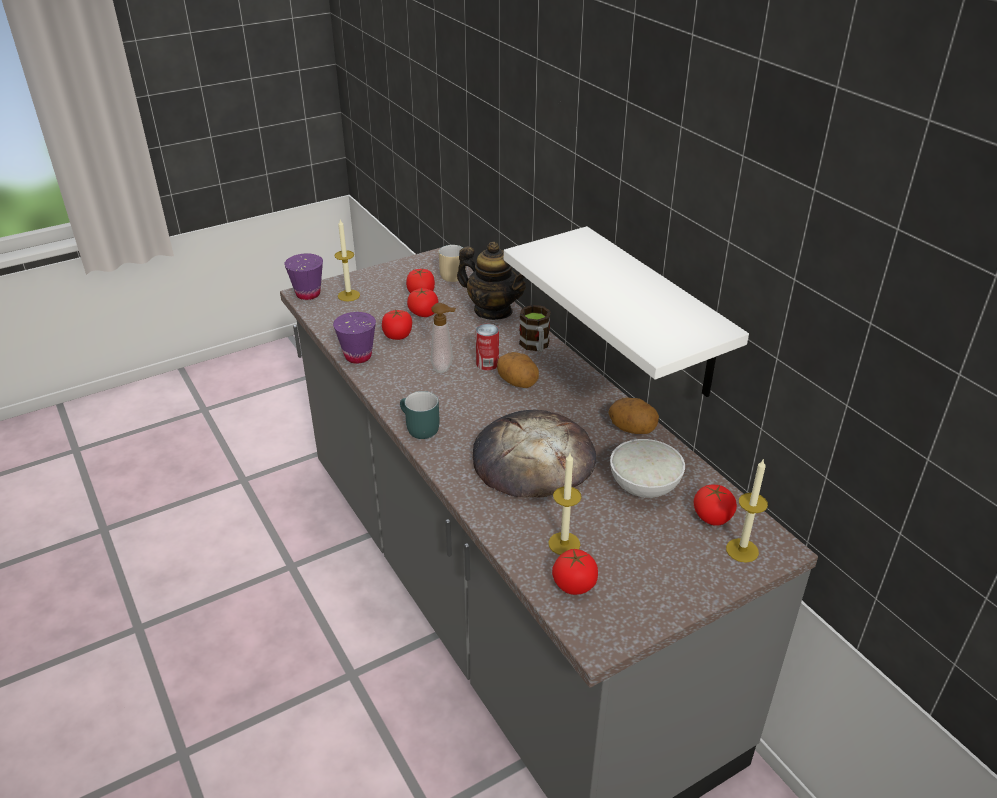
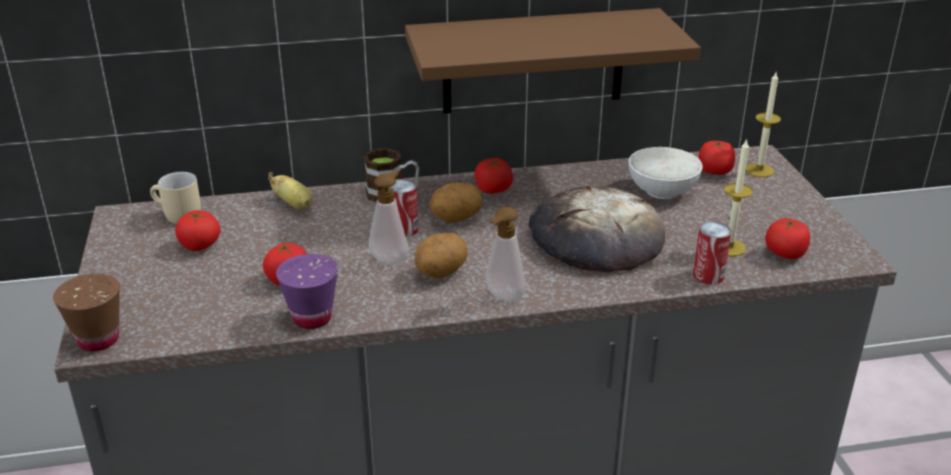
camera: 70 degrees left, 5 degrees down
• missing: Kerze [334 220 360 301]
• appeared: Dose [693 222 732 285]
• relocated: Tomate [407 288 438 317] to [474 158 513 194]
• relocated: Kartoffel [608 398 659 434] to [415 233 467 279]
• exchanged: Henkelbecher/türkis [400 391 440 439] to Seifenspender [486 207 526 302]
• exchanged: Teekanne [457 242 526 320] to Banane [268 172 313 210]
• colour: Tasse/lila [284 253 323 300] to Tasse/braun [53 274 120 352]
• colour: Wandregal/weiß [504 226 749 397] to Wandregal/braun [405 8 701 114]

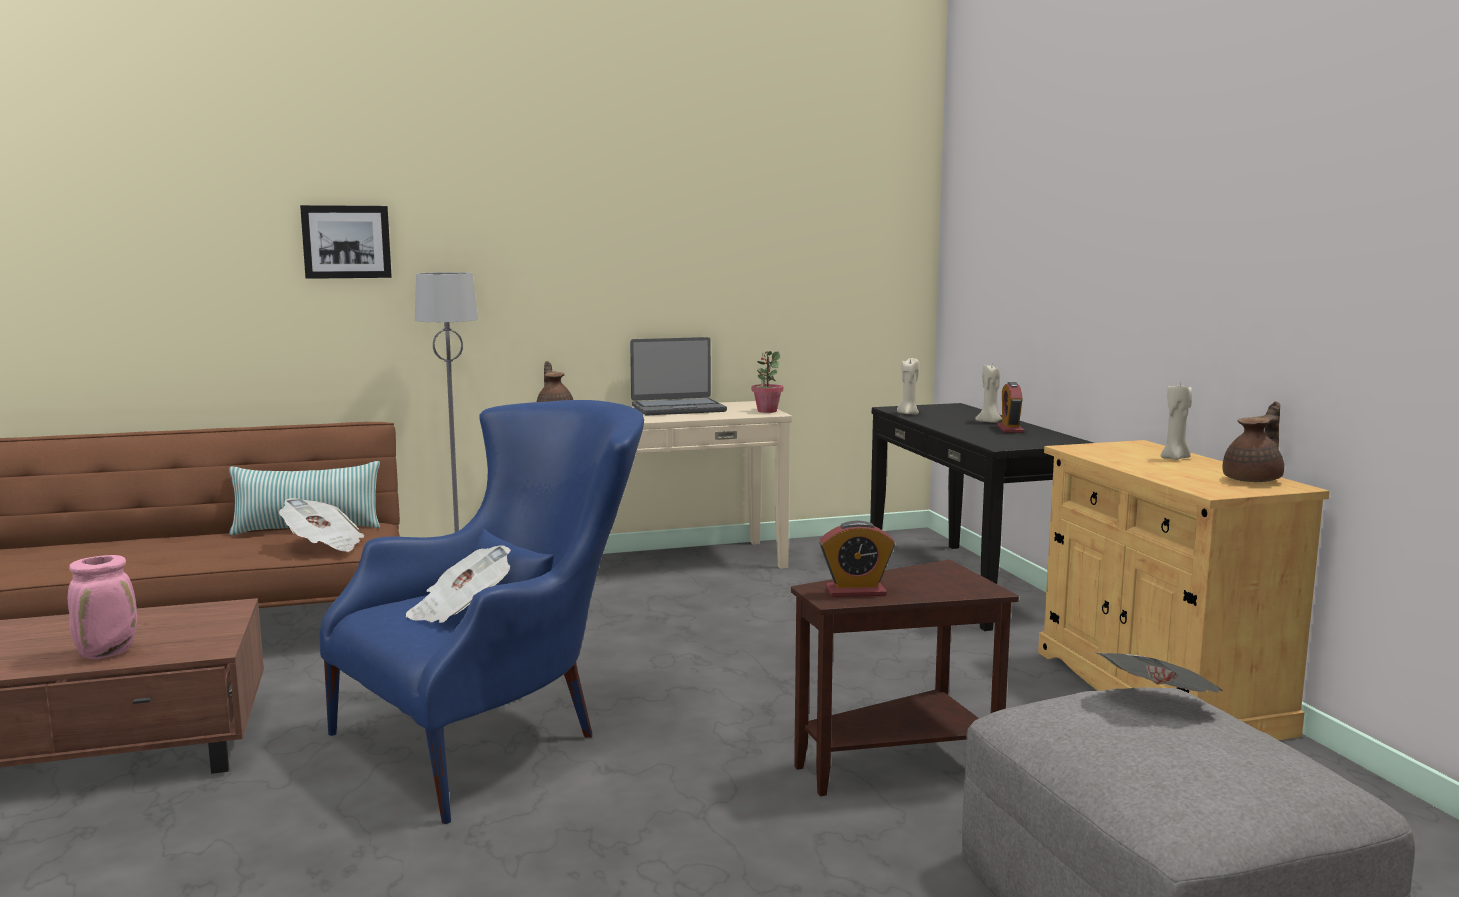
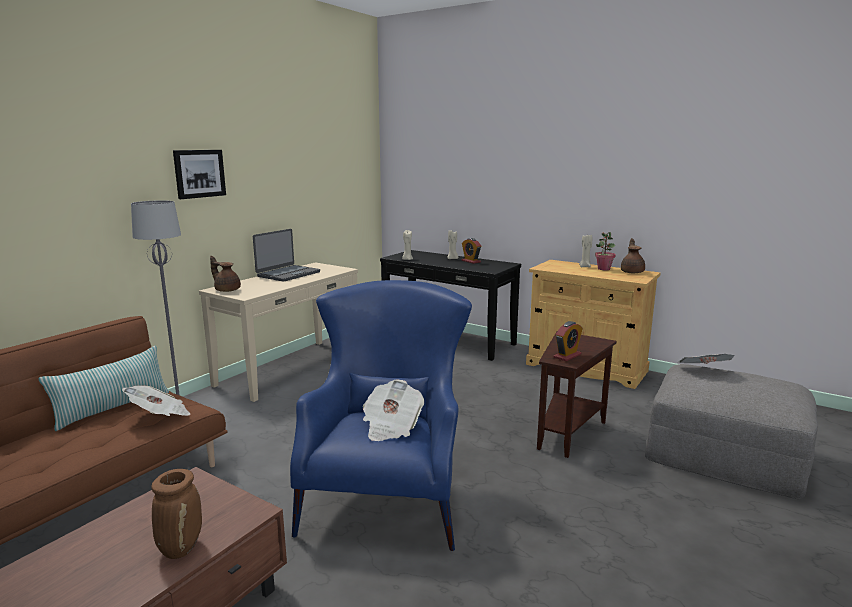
camera: 40 degrees left, 5 degrees up
• relocated: Bild [300 205 392 279] to [173 150 226 199]
• relocated: Topfpflanze [752 351 783 413] to [595 232 616 270]
• colour: Vase/rosa [68 555 138 659] to Vase/braun [151 469 202 559]

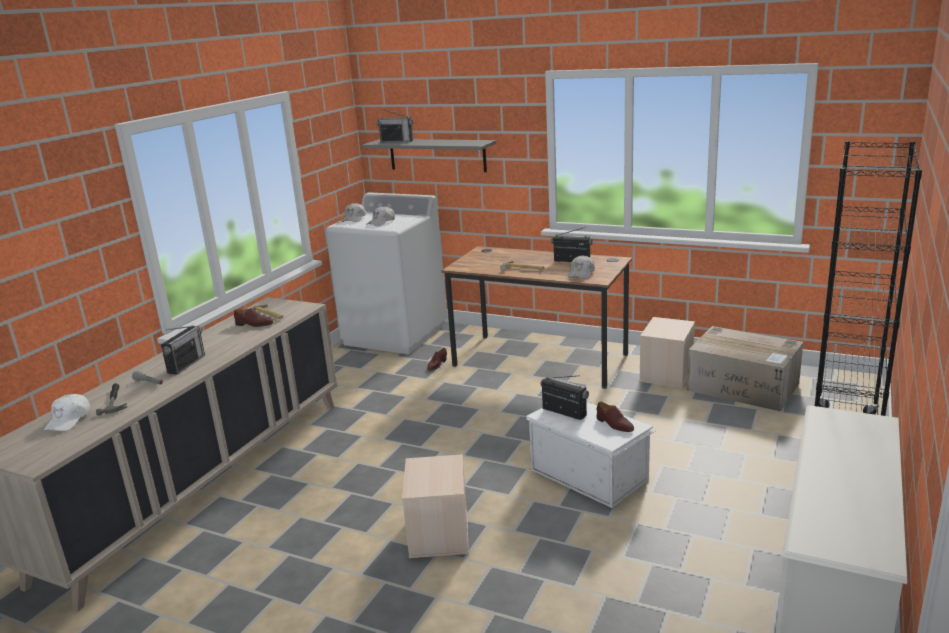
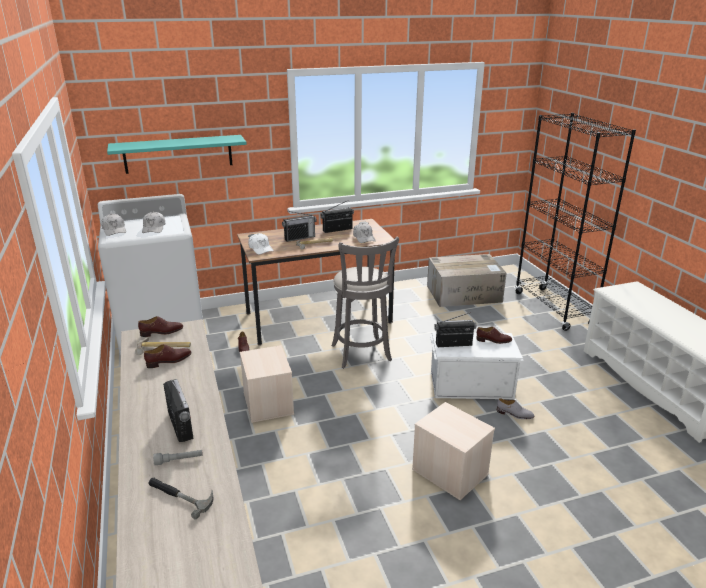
camera: 45 degrees left, 5 degrees up
• appeared: Schuh/braun [138 316 183 337]
• appeared: Hocker/grau [332 237 399 368]
• appeared: Schuh/grau [497 398 534 419]
• relocated: Kappe/weiß [44 394 90 431] to [249 233 274 255]
• relocated: Radio [377 109 413 142] to [282 211 317 242]
• relocated: Aufbewahrungsbox/beige [639 317 695 388] to [240 345 294 423]
• colour: Wandregal/grau [362 139 496 172] to Wandregal/türkis [107 135 247 174]

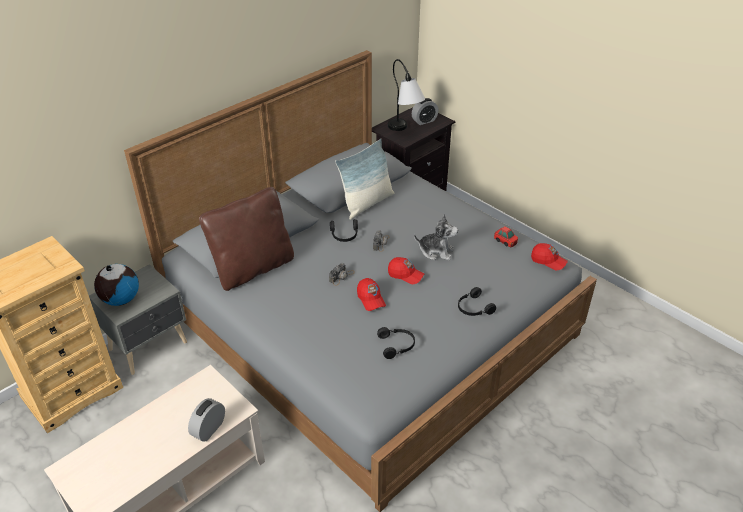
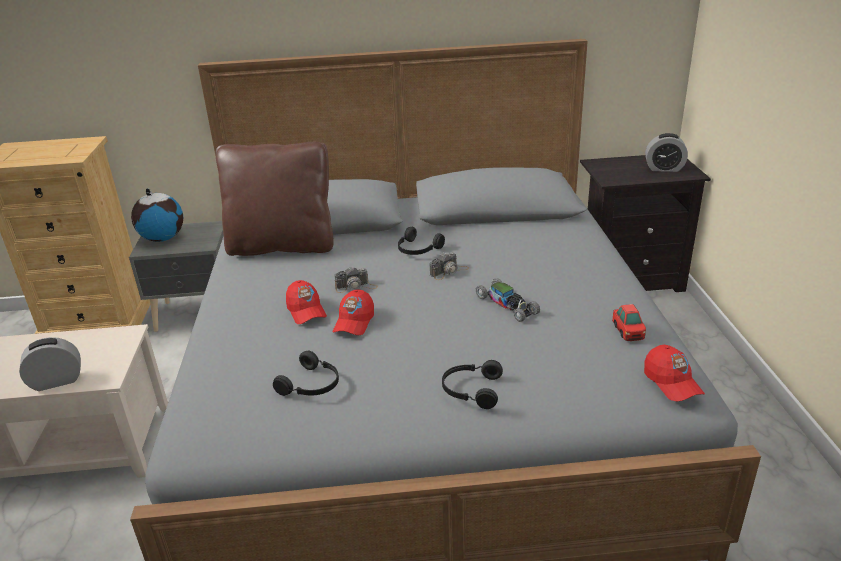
camera: 40 degrees right, 10 degrees down
• missing: Kissen [335 139 394 220]
• missing: Tischlampe [388 59 425 131]
• relocated: Kappe/rot [388 257 424 284] to [286 280 327 324]
• exchanged: Plüschtier [414 215 458 261] to Spielzeugauto [476 278 540 322]

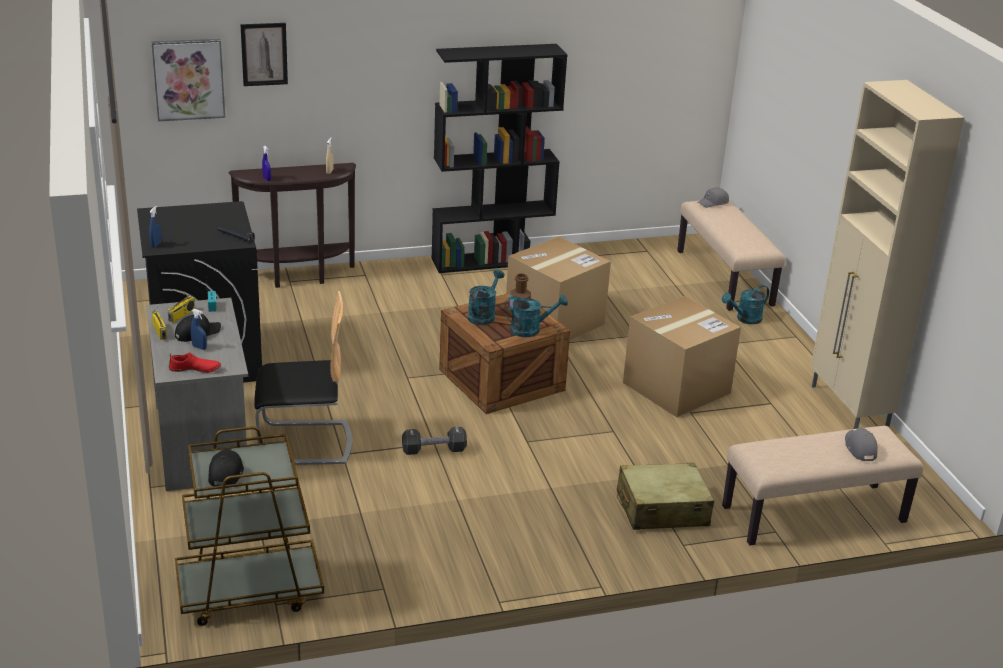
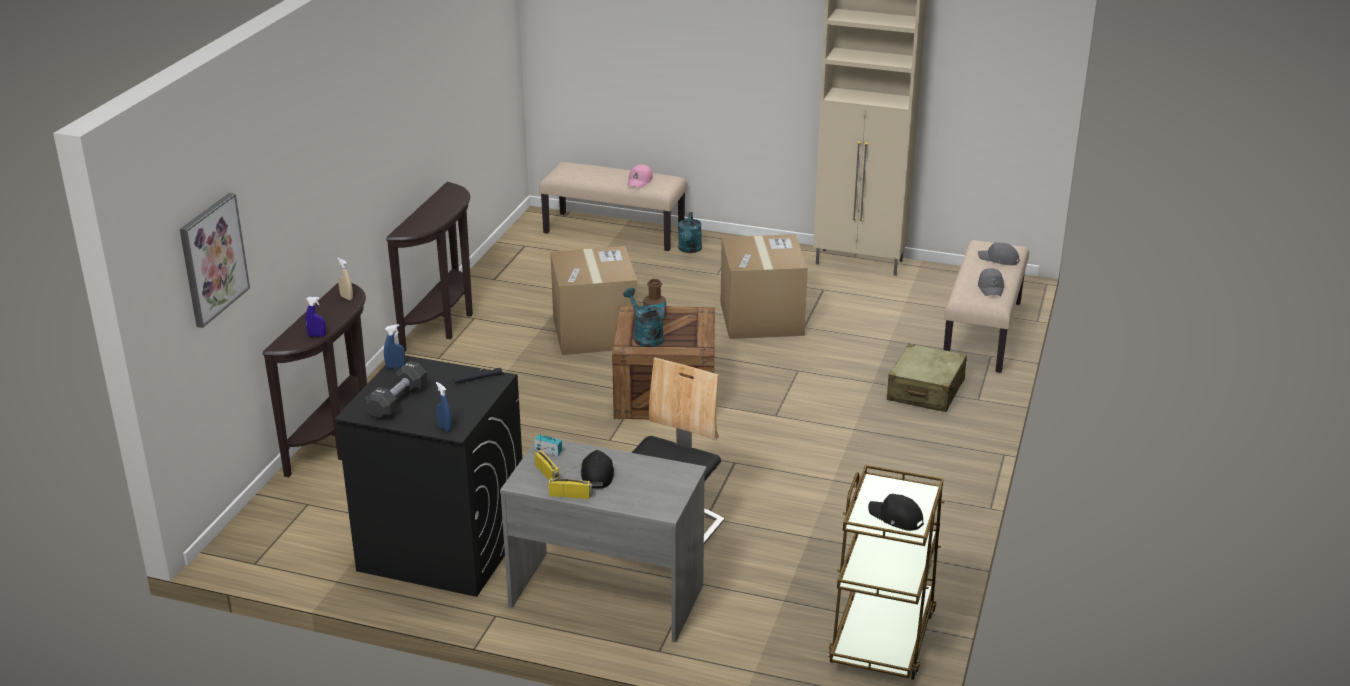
camera: 55 degrees left, 0 degrees up
• missing: Schuh/rot [169 353 221 373]
• missing: Bild [240 23 288 86]
• missing: Gießkanne/türkis [504 294 568 337]
• appeared: Kappe/rosa [628 165 653 188]
• relocated: Sprühflasche/blau [191 309 207 350] to [384 324 405 369]
• relocated: Hantel/schwarz [402 427 467 455] to [365 361 427 420]
• relocated: Kappe/grau [697 187 729 208] to [978 268 1004 296]
• exchanged: Bücherregal/schwarz [431 44 567 273] to Konsolentisch/braun [386 182 473 351]

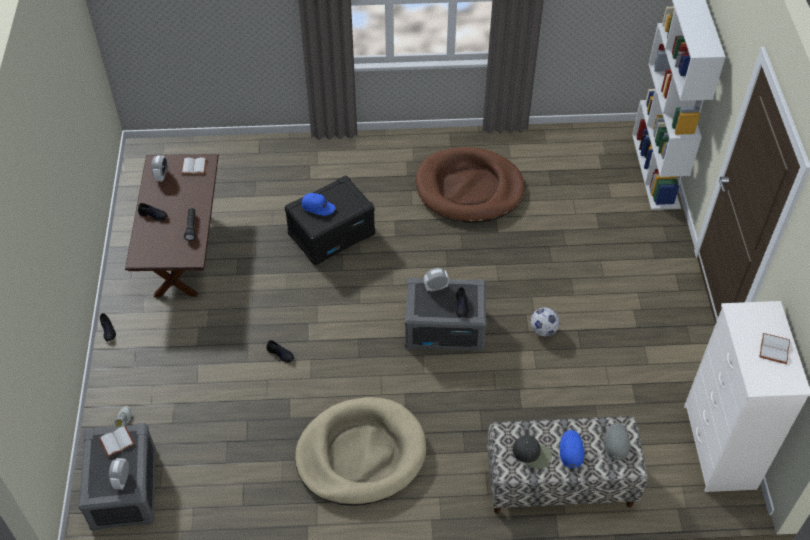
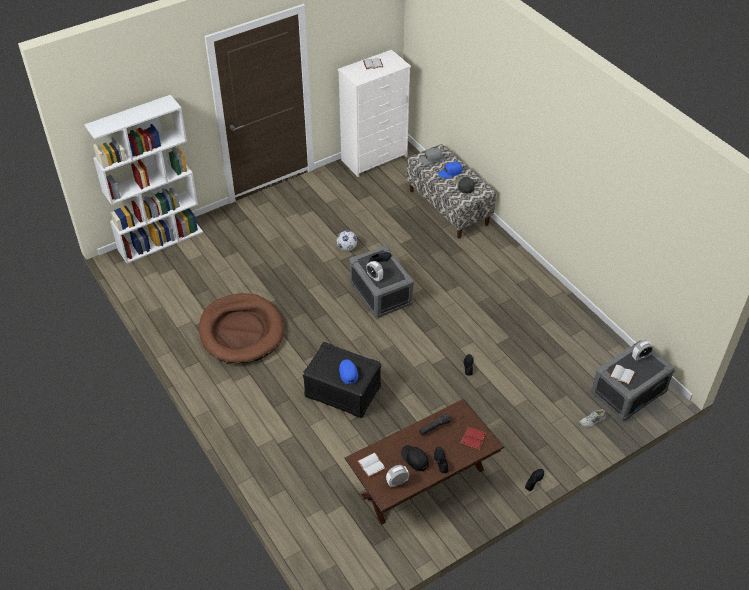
camera: 120 degrees left, 5 degrees down
• missing: Hundebett/beige [295 397 426 506]
• appeared: Kappe/schwarz [401 445 429 471]
• appeared: Buch/rot [460 426 486 450]

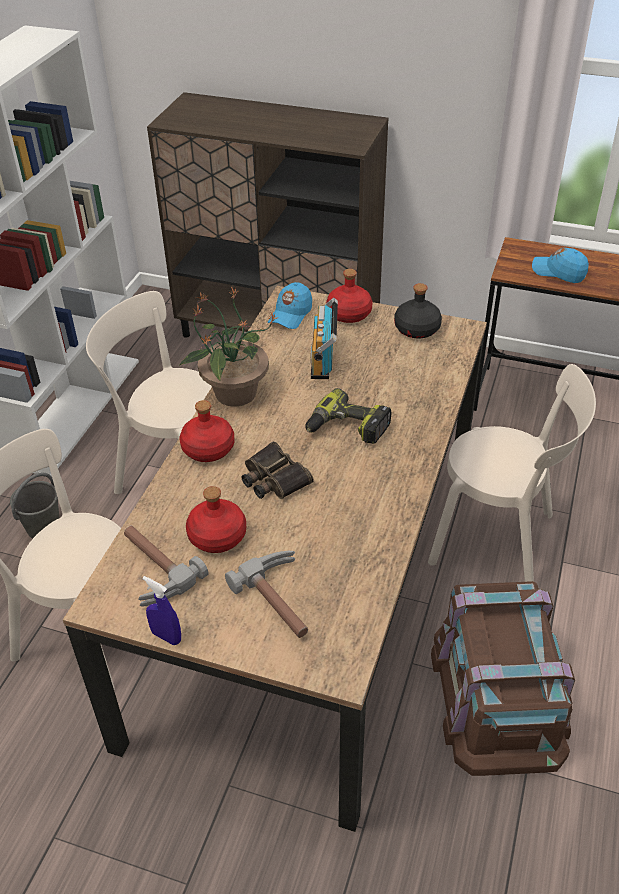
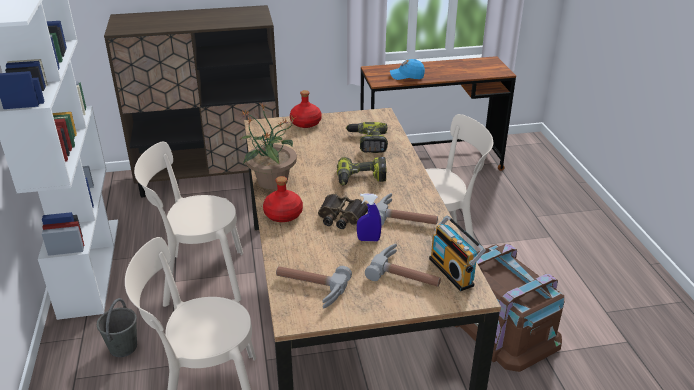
camera: 30 degrees left, 10 degrees down
• missing: Flasche/rot [186 486 246 553]
• missing: Kappe/blau [268 282 312 329]
• missing: Flasche/schwarz [394 283 442 338]
• appeared: Bohrmaschine [346 122 388 153]
• appeared: Hammer [376 193 438 226]
• relocated: Sprühflasche/blau [142 576 181 645] to [357 193 381 241]
• relocated: Radio [311 298 338 379] to [429 215 486 291]

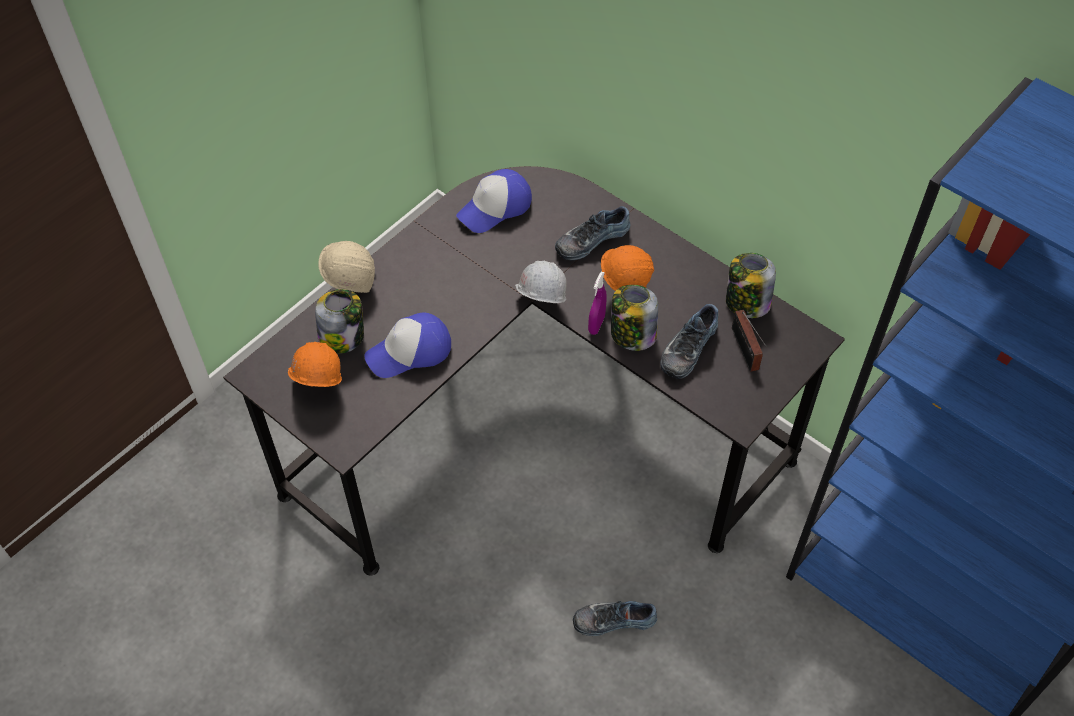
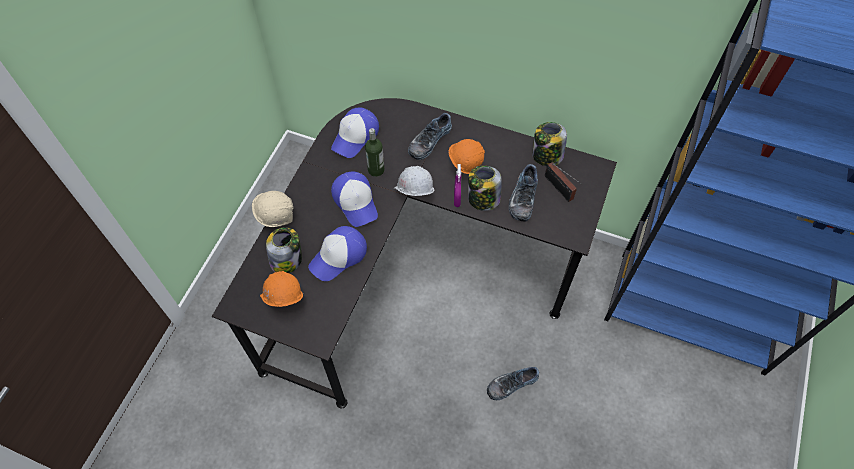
camera: 20 degrees left, 5 degrees up
• appeared: Kappe [331 171 378 227]
• appeared: Flasche [365 128 385 177]

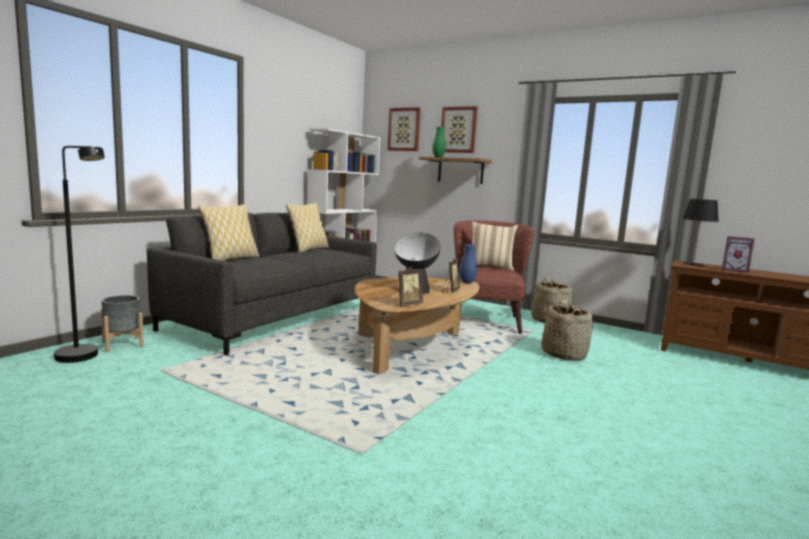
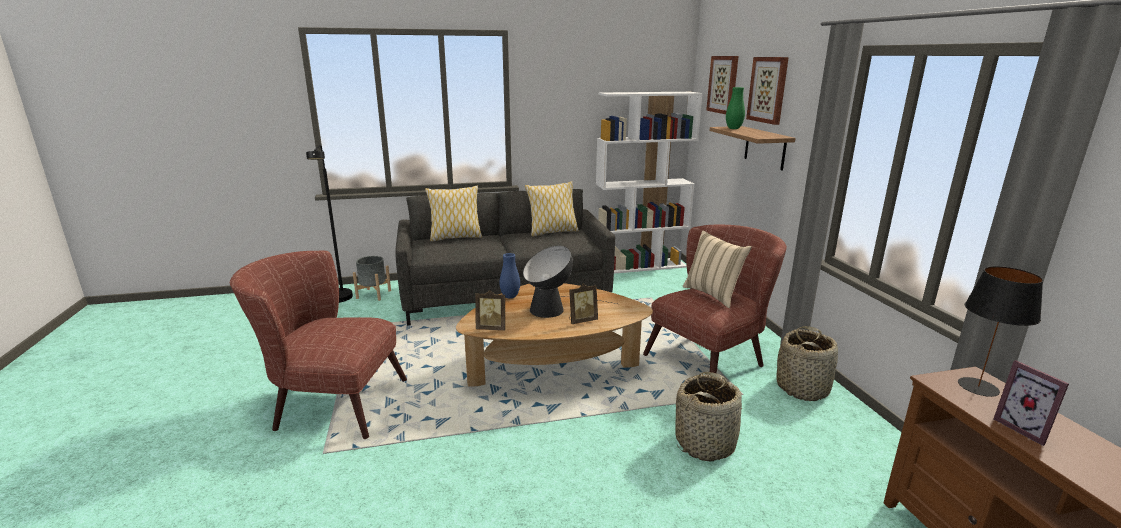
camera: 45 degrees right, 10 degrees up
• appeared: Sessel/braun [230 250 407 439]
• relocated: Vase/blau [459 244 477 284] to [499 253 520 299]

